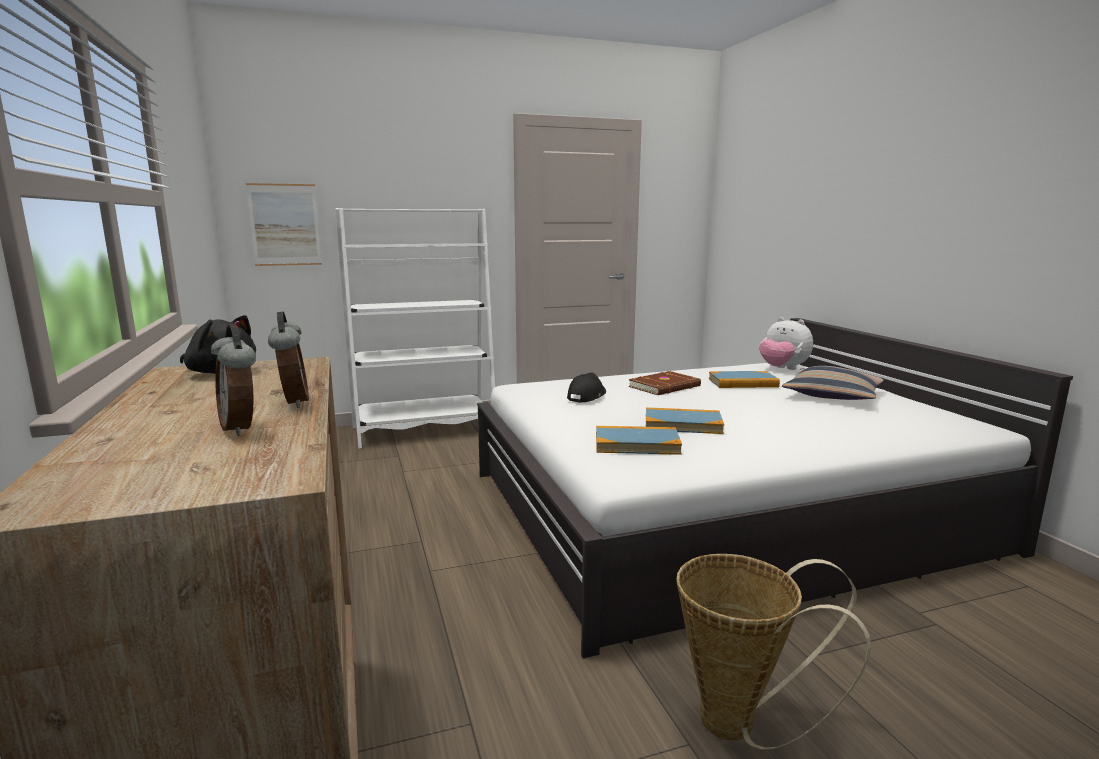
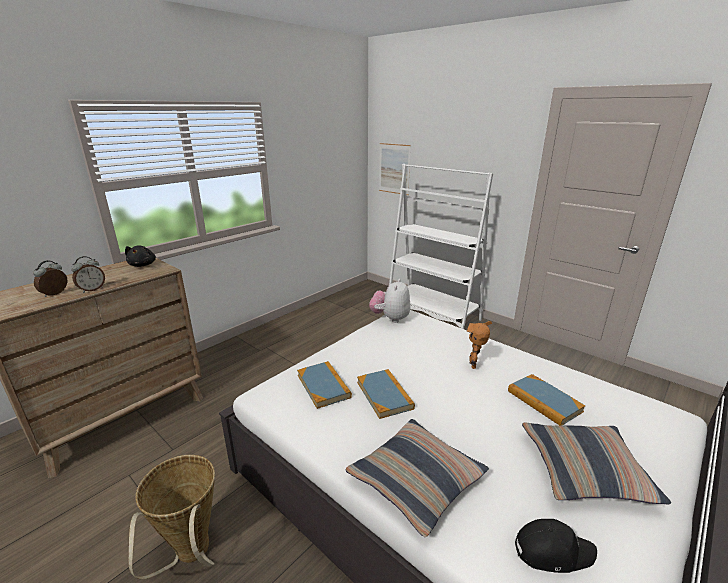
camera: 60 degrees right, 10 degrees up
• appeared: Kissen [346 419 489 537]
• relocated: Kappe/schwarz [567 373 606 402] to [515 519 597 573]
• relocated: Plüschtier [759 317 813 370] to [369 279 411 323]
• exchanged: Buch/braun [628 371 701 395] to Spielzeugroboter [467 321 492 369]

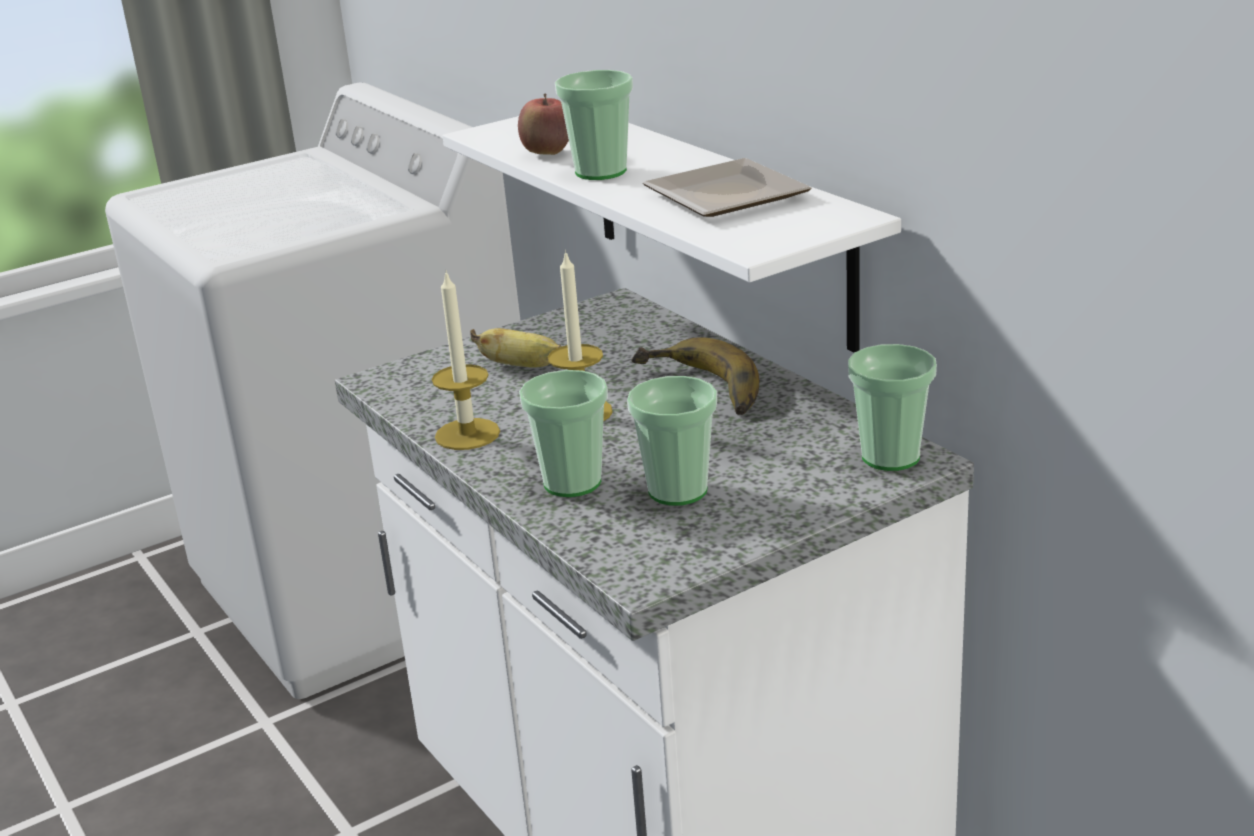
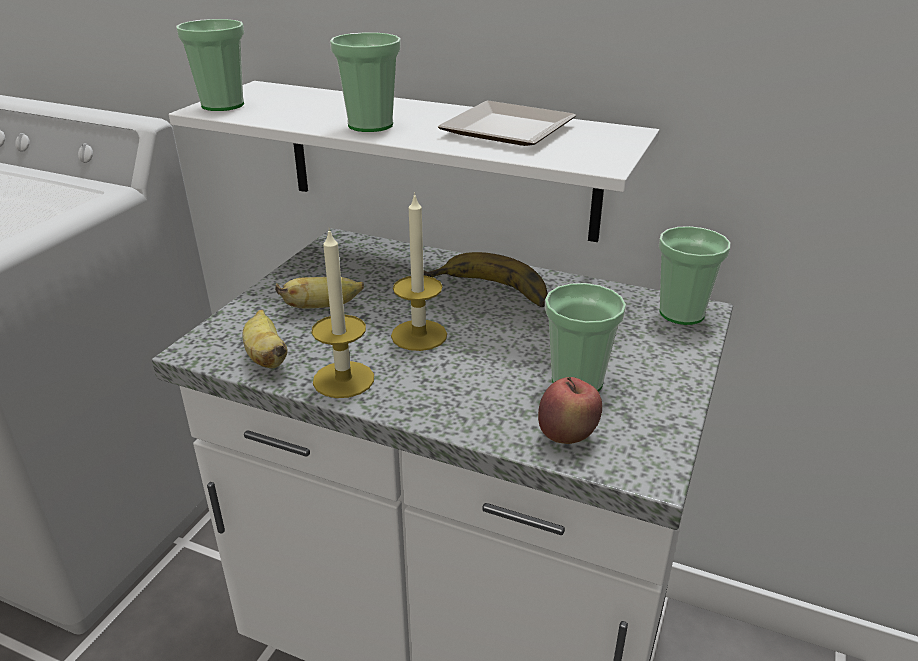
camera: 35 degrees left, 5 degrees up
• appeared: Banane [242 309 288 368]
• relocated: Apfel [518 93 569 155] to [538 377 602 444]
• relocated: Tasse [519 370 608 497] to [176 19 244 111]

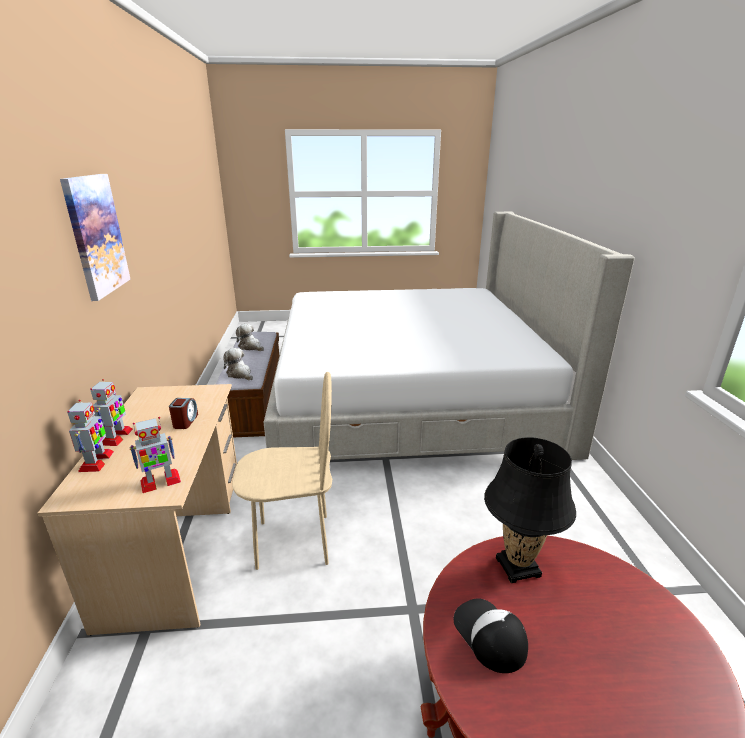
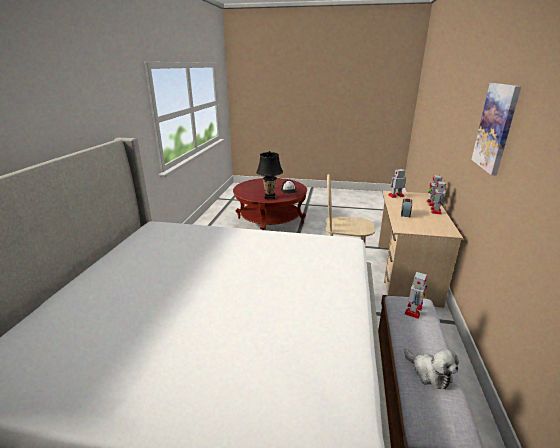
camera: 165 degrees left, 0 degrees up
• exchanged: Plüschtier [223 348 253 380] to Spielzeugroboter [405 270 427 319]

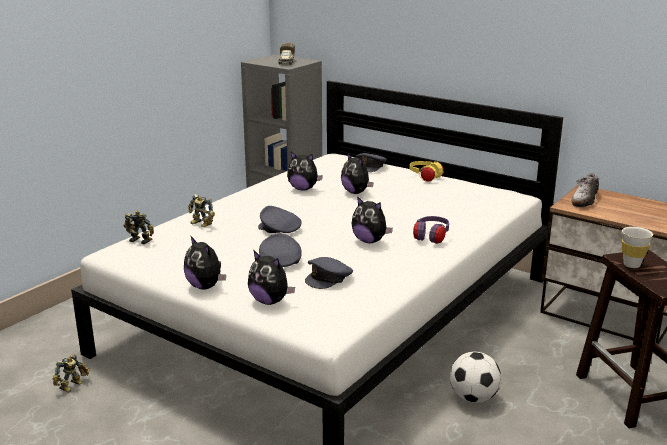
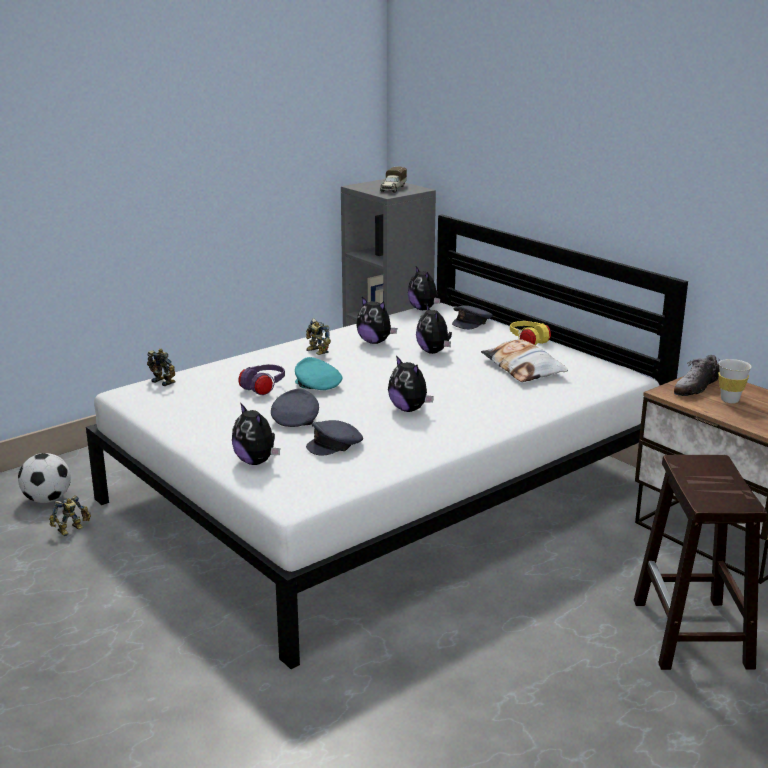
camera: 15 degrees right, 0 degrees up
• appeared: Kissen [481 339 568 382]
• relocated: Plüschtier [184 235 226 290] to [408 266 440 310]
• relocated: Spielzeugroboter [188 194 215 227] to [306 318 331 355]
• relocated: Kopfhörer/lila [413 216 449 244] to [238 364 285 395]
• relocated: Fußball [450 352 501 403] to [18 453 71 503]
• relocated: Tasse/weiß [621 227 653 268] to [718 359 751 403]
• colour: Kappe/grau [258 206 302 233] to Kappe/türkis [295 357 343 390]

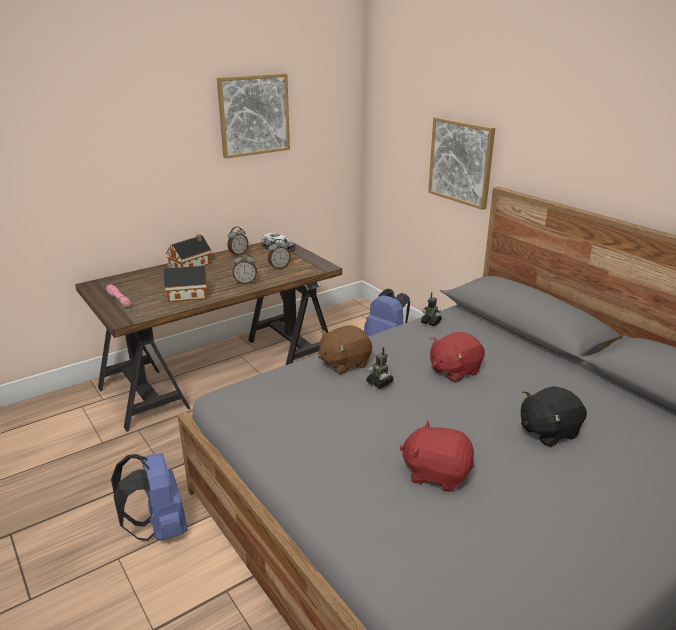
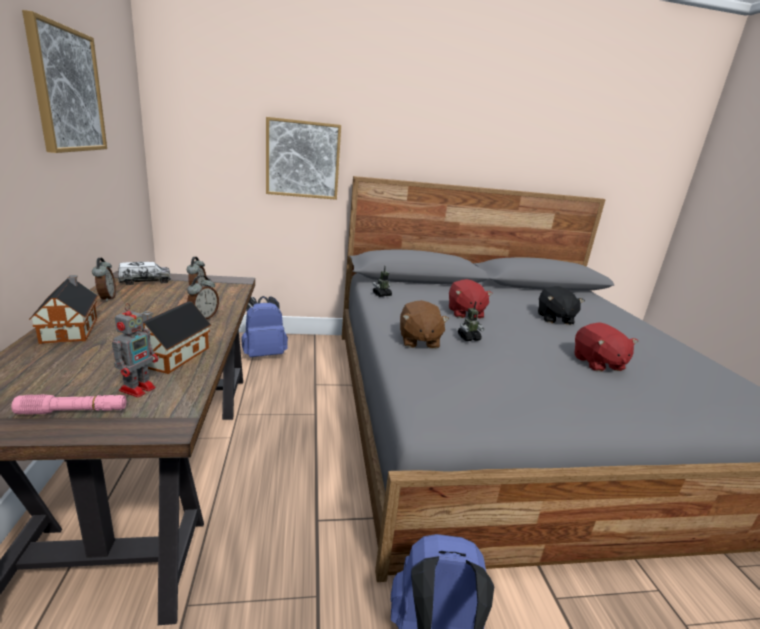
camera: 65 degrees left, 5 degrees down
• appeared: Spielzeugroboter [112 303 158 398]
• spun: Plüschtier/rot [400 420 475 492] = [574 322 638 372] 60 degrees counterclockwise

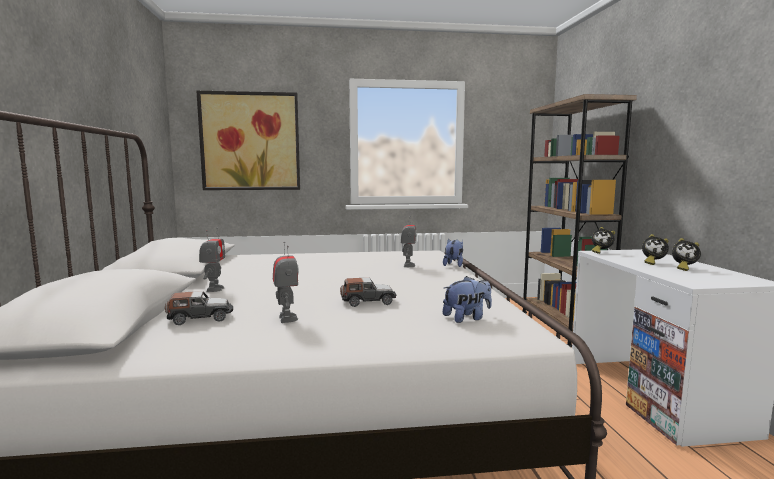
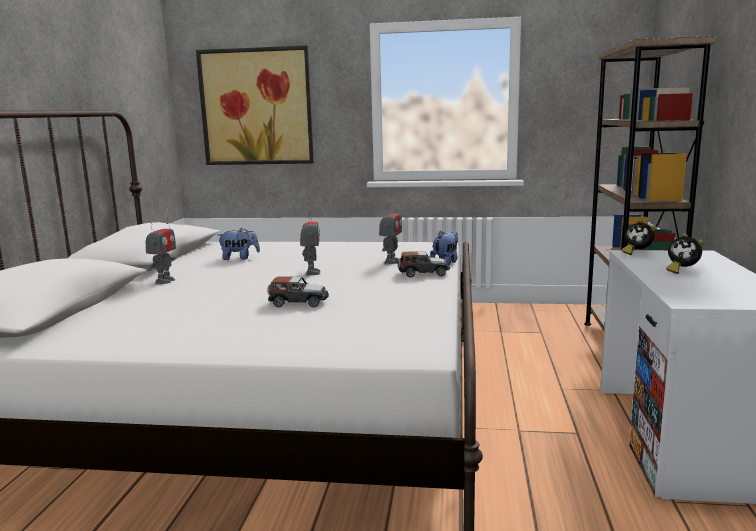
camera: 15 degrees right, 5 degrees up
• missing: Wecker [672 238 701 271]
• relocated: Spielzeugauto [165 291 233 325] to [398 251 450 278]
• relocated: Spielzeugroboter [273 242 299 323] to [300 211 321 276]
• relocated: Plüschtier [443 276 492 323] to [217 228 260 260]

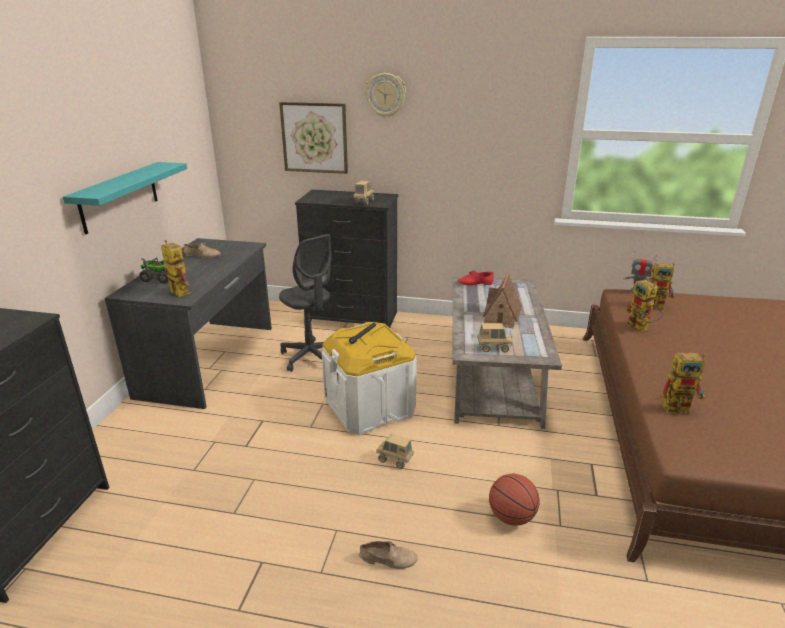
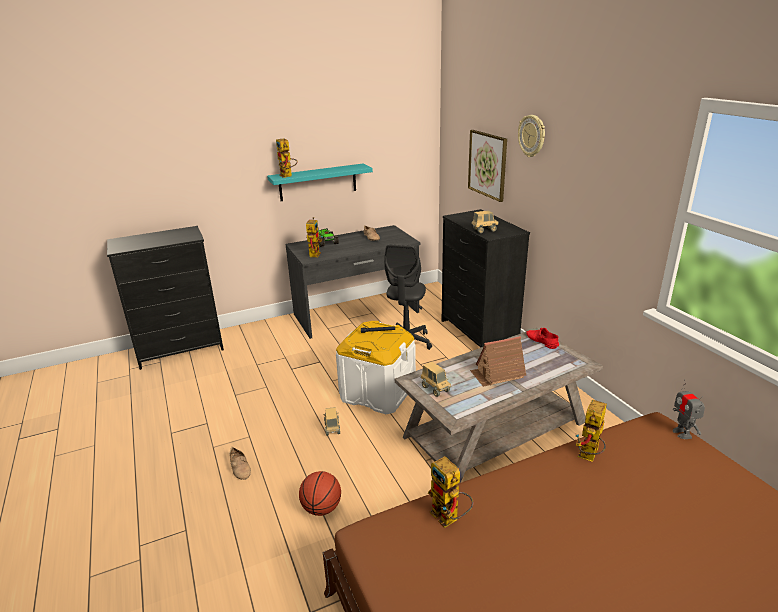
camera: 55 degrees right, 0 degrees up
• relocated: Spielzeugroboter [648 263 675 310] to [276 138 298 178]

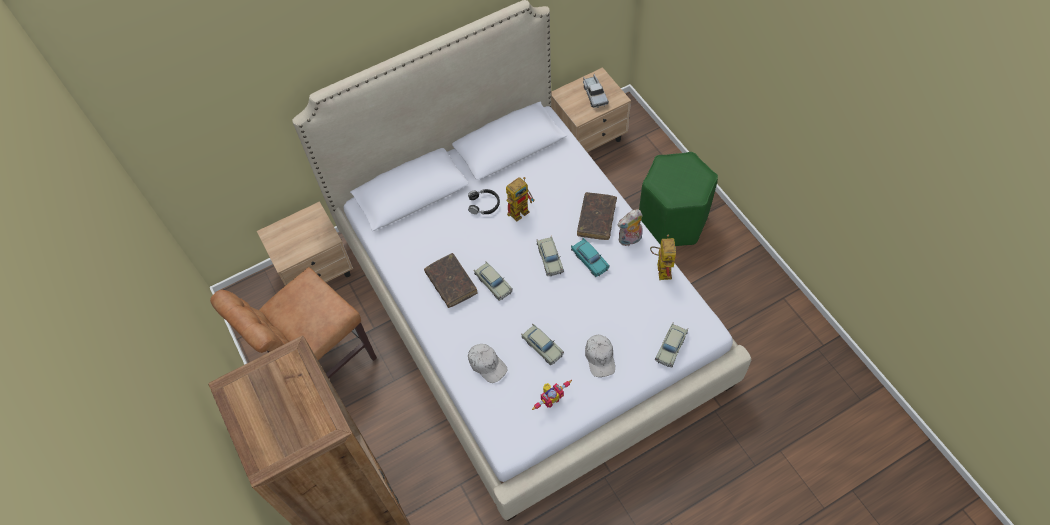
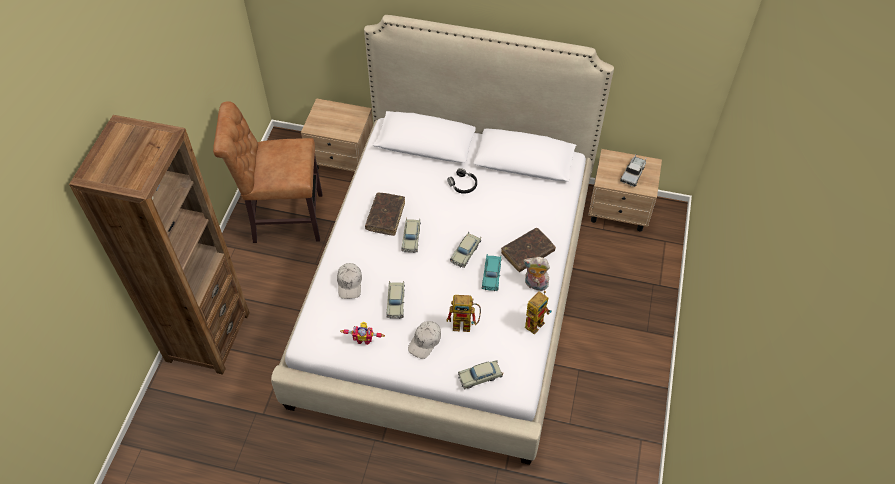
camera: 40 degrees right, 5 degrees down
• missing: Hocker/grün [639 152 718 246]
• relocated: Spielzeugroboter [506 177 535 222] to [446 295 481 332]

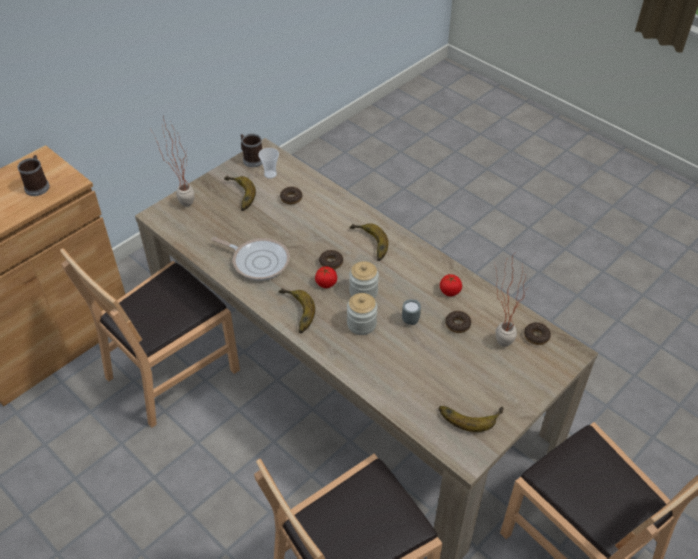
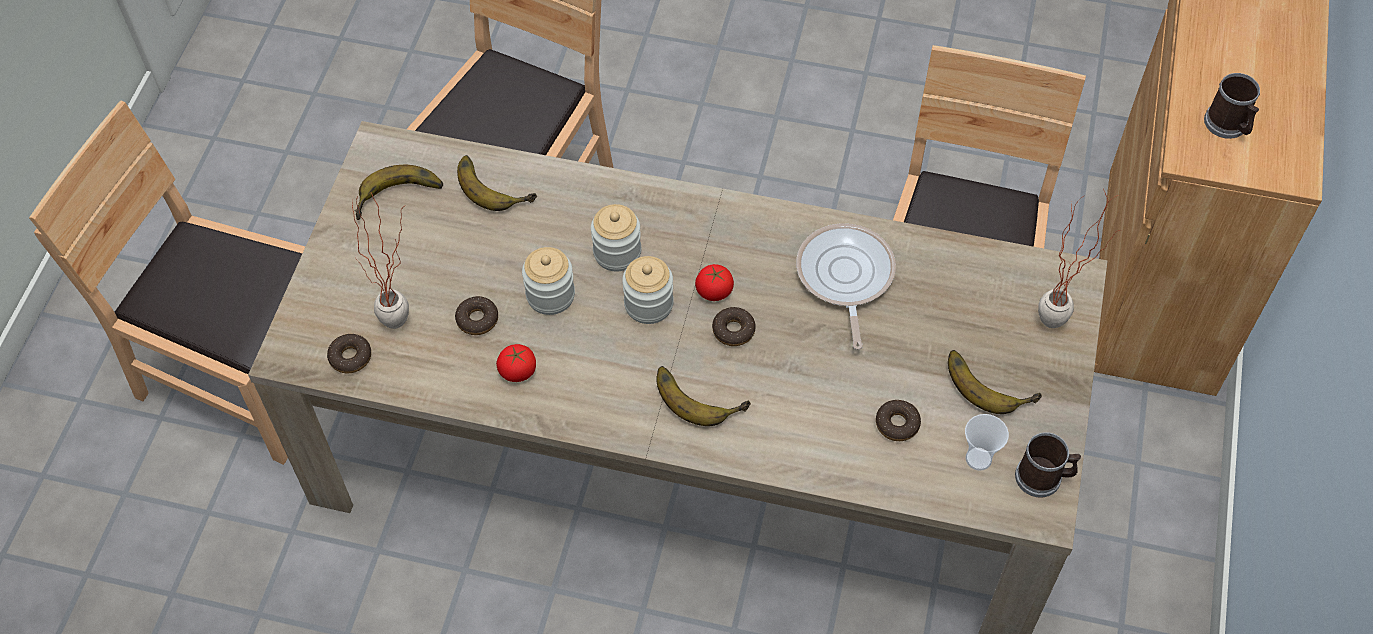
camera: 150 degrees right, 10 degrees up
• relocated: Banane [279 288 315 334] to [457 155 537 211]
• exchanged: Henkelbecher/grau [402 299 421 325] to Vorratsglas [522 247 575 315]
• spun: Pfanne [212 237 290 280] = [796 223 896 350] 90 degrees clockwise

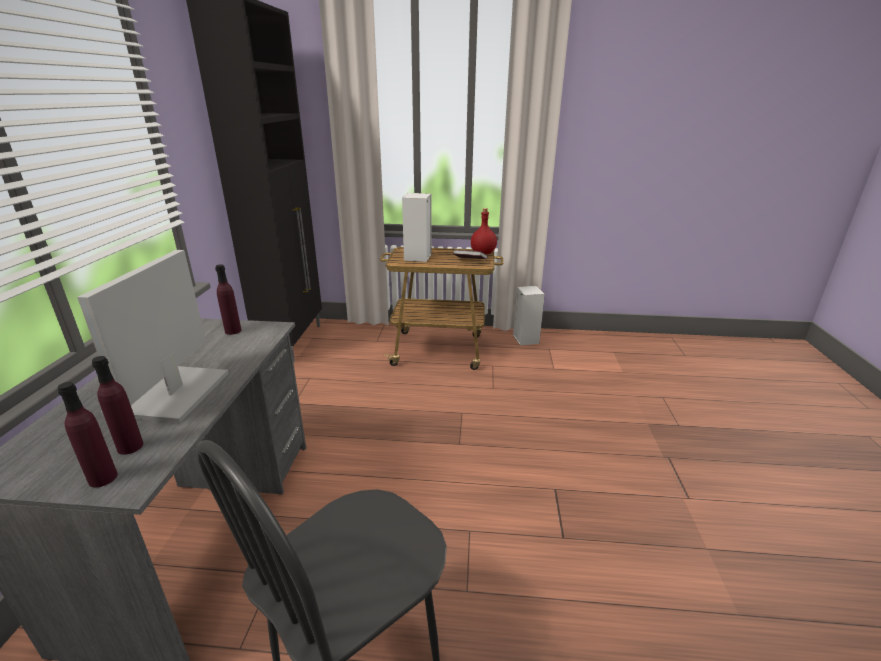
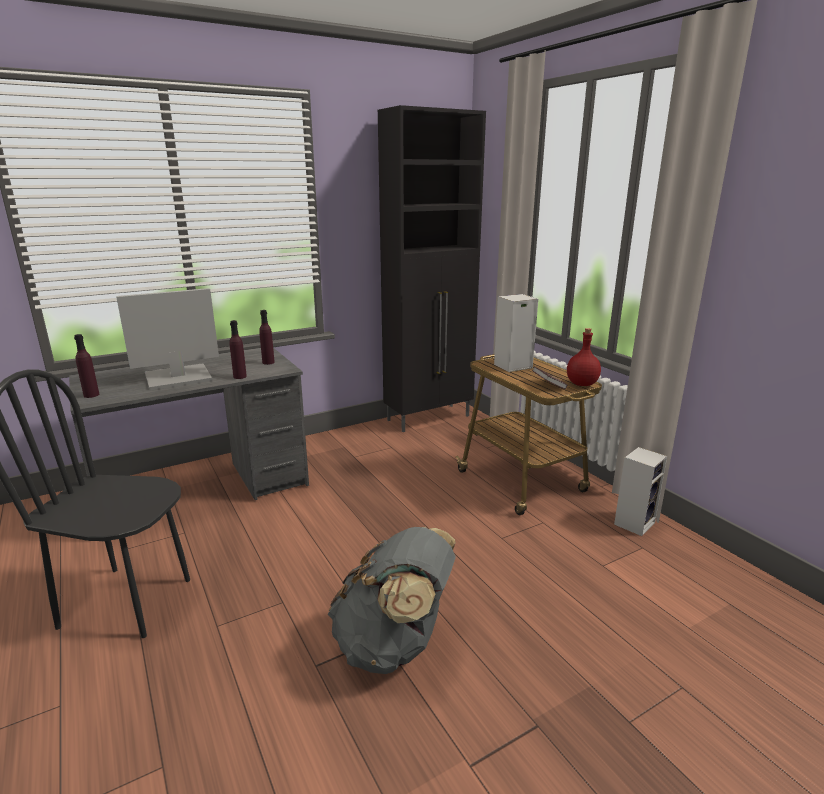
camera: 55 degrees right, 5 degrees down
• appeared: Rucksack/grau [328 527 456 674]
• relocated: Flasche/lila [92 356 143 455] to [230 320 247 379]

